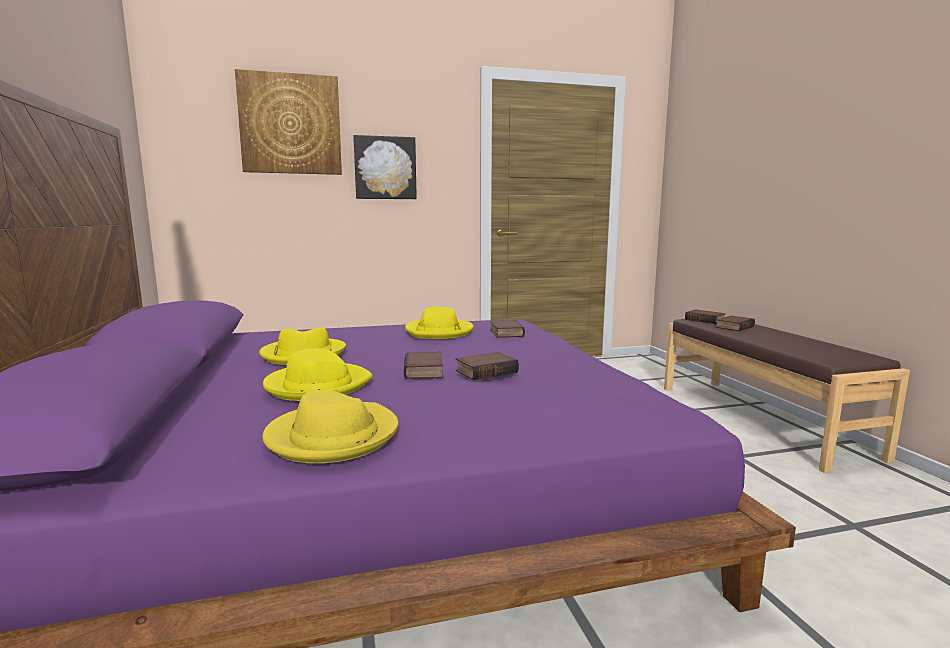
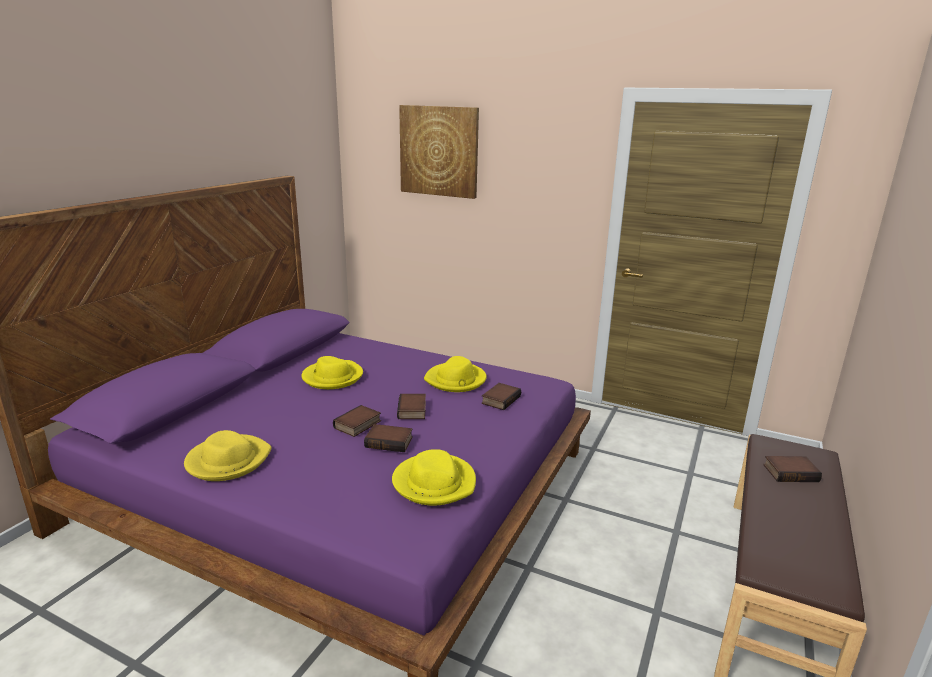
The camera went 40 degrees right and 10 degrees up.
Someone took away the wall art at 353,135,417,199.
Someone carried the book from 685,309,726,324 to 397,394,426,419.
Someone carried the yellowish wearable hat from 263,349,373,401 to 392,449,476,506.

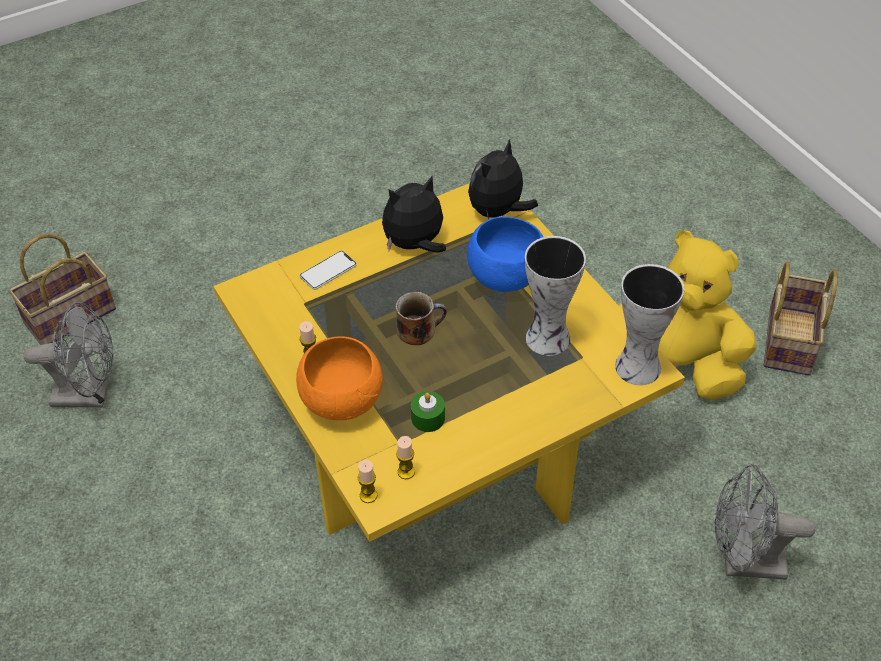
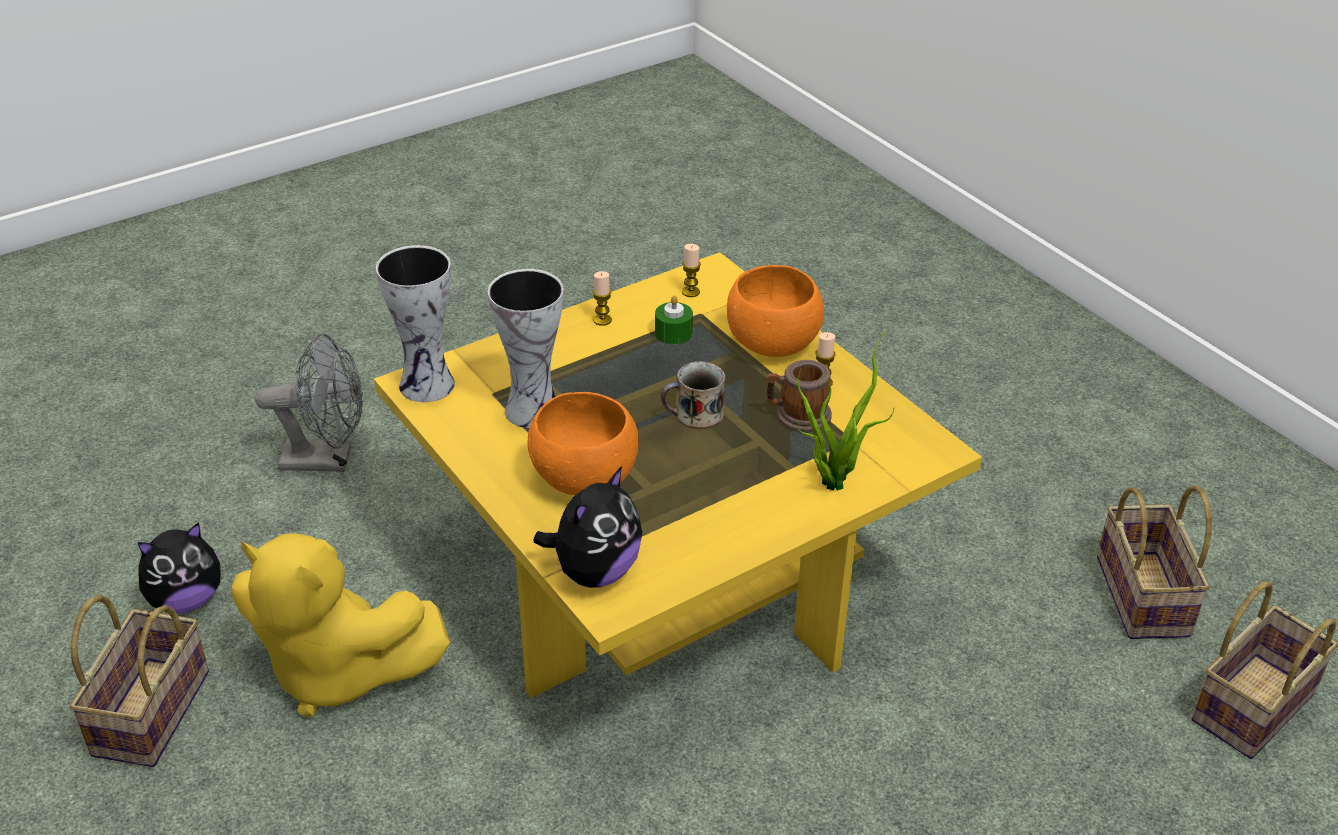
The camera went 175 degrees right and 10 degrees down.
Someone carried the cuddly toy from 382,176,446,253 to 138,522,221,614.
Someone repainted the bluish deep dish at 467,216,543,292, which became the orange deep dish at 527,392,639,495.
Someone swapped the phone at 300,251,357,290 for the houseplant at 798,329,894,491.
Someone swapped the gray cooling fan at 23,302,113,407 for the household basket at 1097,485,1212,639.
Someone carried the wax candle from 357,460,377,503 to 592,271,612,326.
Someone put down the coffee mug at 765,360,832,433.

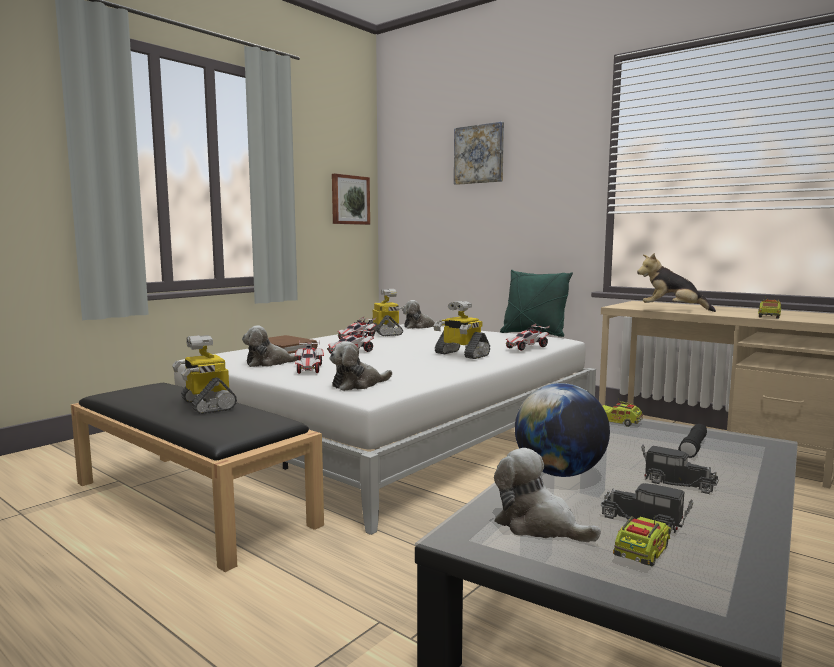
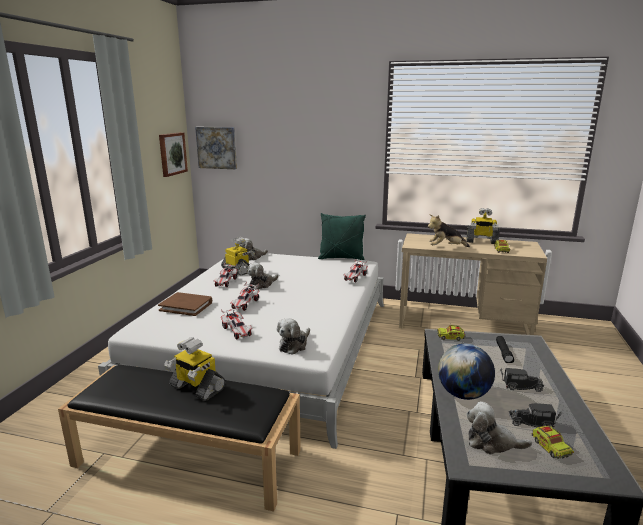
The camera went 25 degrees left and 10 degrees up.
Someone carried the wall art from 454,122,504,185 to 195,127,237,169.
Someone carried the robot figure from 433,301,490,359 to 466,208,499,244.
Someone carried the cuddly toy from 242,326,297,367 to 248,263,279,289.
Someone rotated the toy lorry at 613,515,671,566 by 150 degrees clockwise.

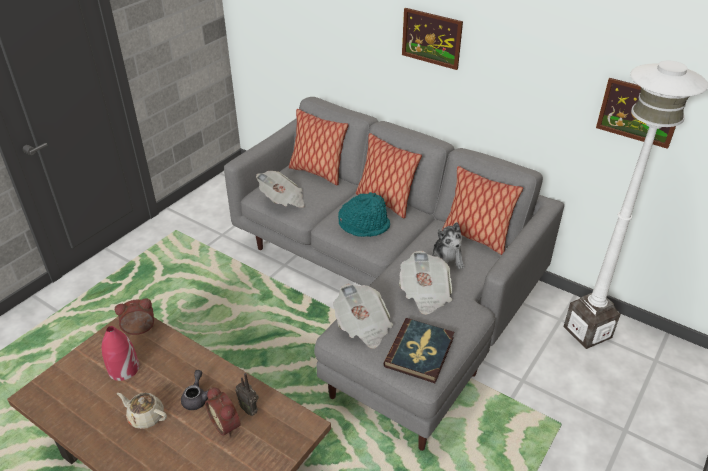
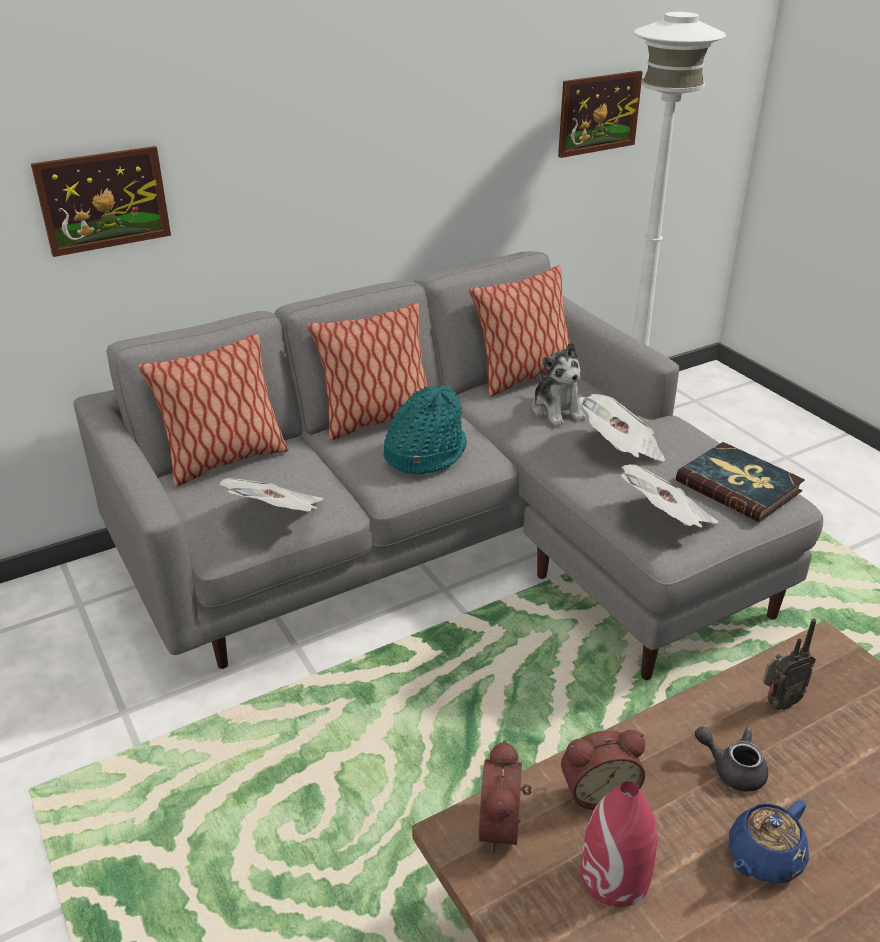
The camera went 65 degrees left and 5 degrees down.
Someone carried the wall art from 402,8,463,70 to 31,146,171,257.
Someone rotated the cuddly toy at 432,222,465,269 by 60 degrees clockwise.
Someone carried the bedside clock from 205,387,241,437 to 561,730,645,810.
Someone repainted the beige-coloured pot for tea at 117,393,167,429, which became the bluish pot for tea at 729,800,809,884.

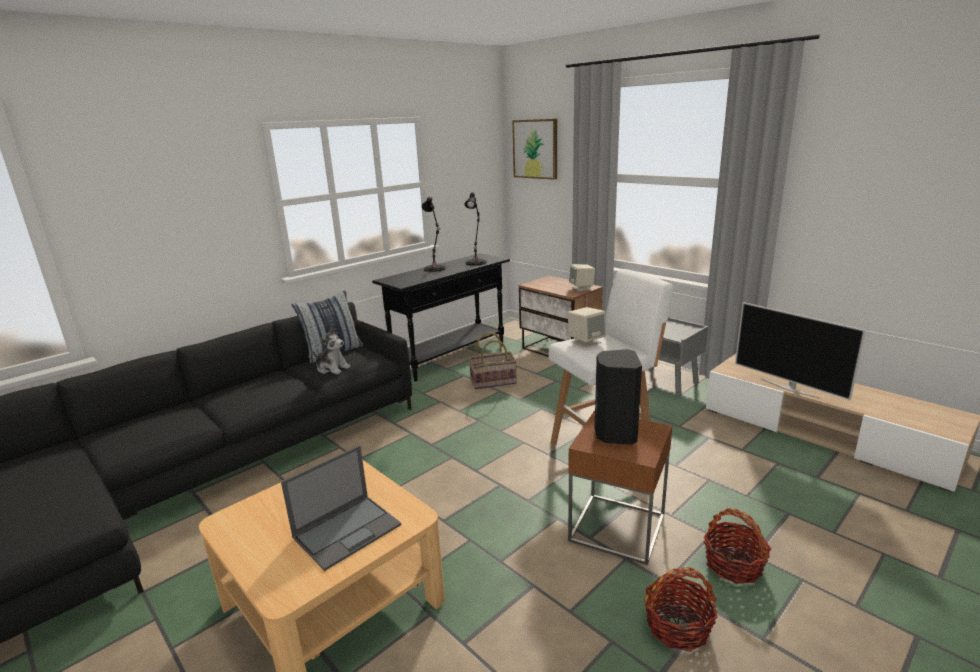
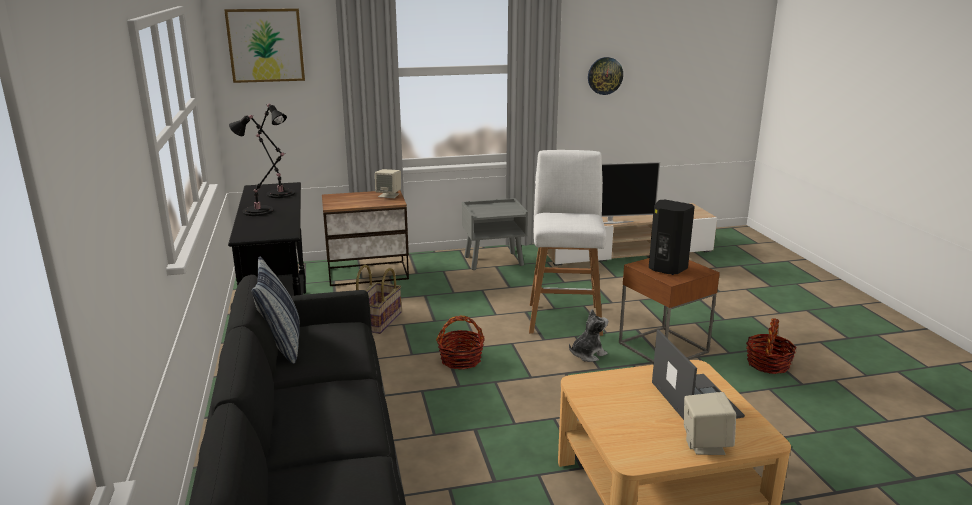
The camera went 60 degrees left and 0 degrees up.
Someone carried the beige-coloured loudspeaker from 568,307,606,348 to 684,392,736,455.
Someone carried the cuddly toy from 312,327,351,374 to 569,309,608,362.
Someone carried the household basket from 704,508,771,584 to 436,316,485,370.
Someone put up the clock on the wall at 588,57,623,95.

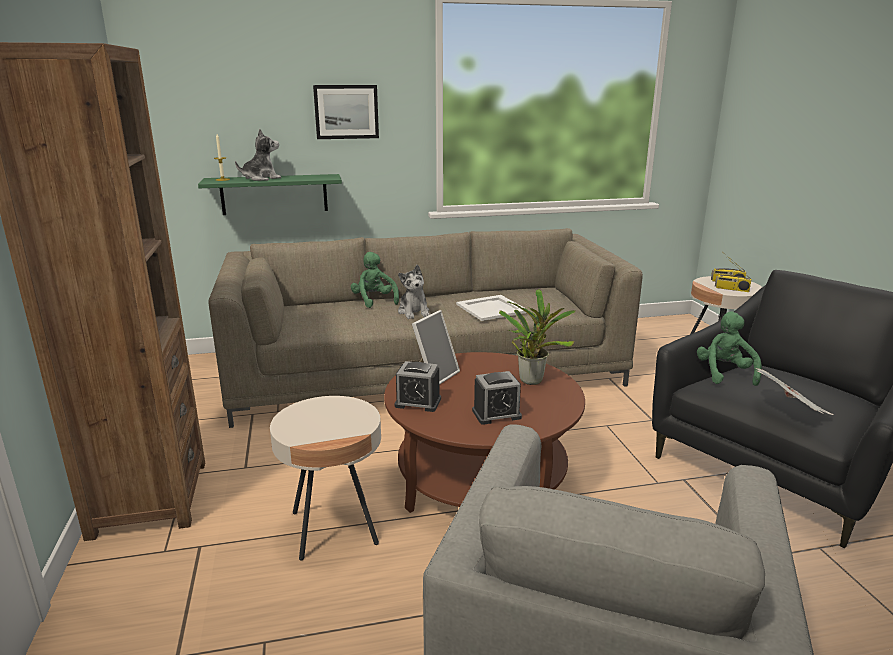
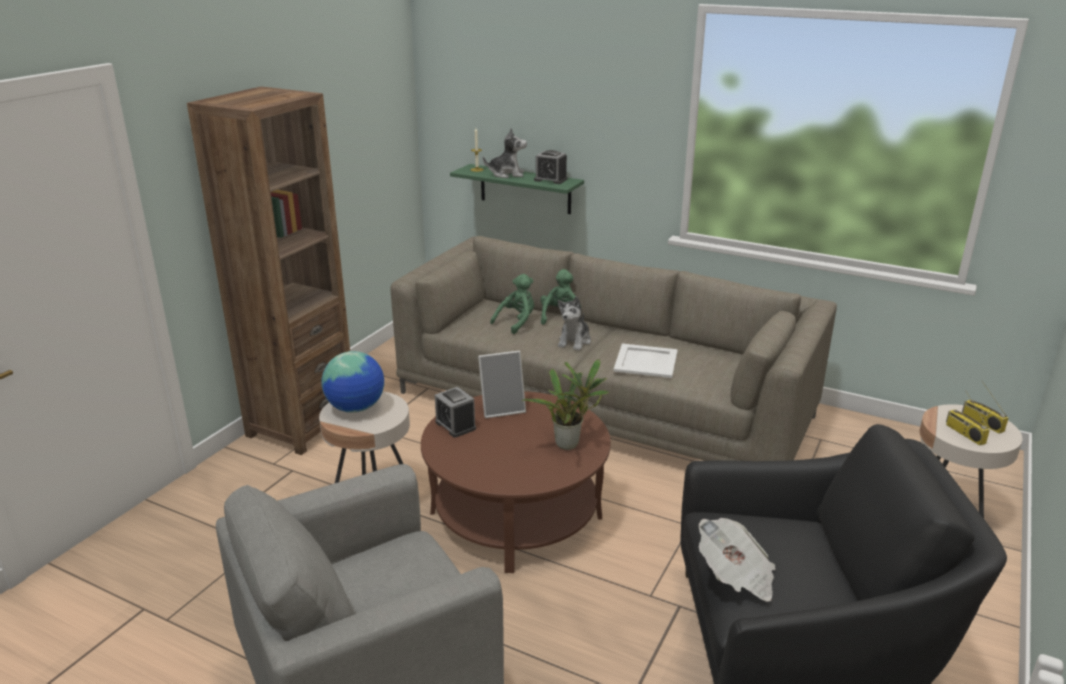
The camera went 40 degrees right and 5 degrees up.
Someone took away the wall art at 313,85,379,139.
Someone carried the greenish cuddly toy from 697,311,762,386 to 490,274,534,334.
Someone carried the bedside clock from 472,371,522,425 to 534,150,568,184.
Someone put down the world globe at 322,351,384,413.

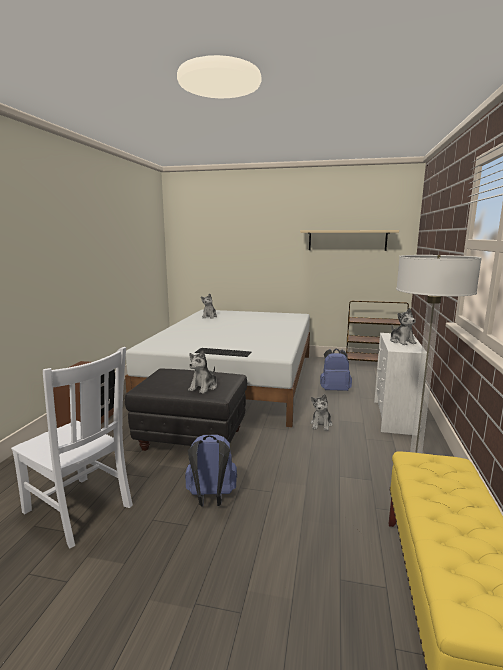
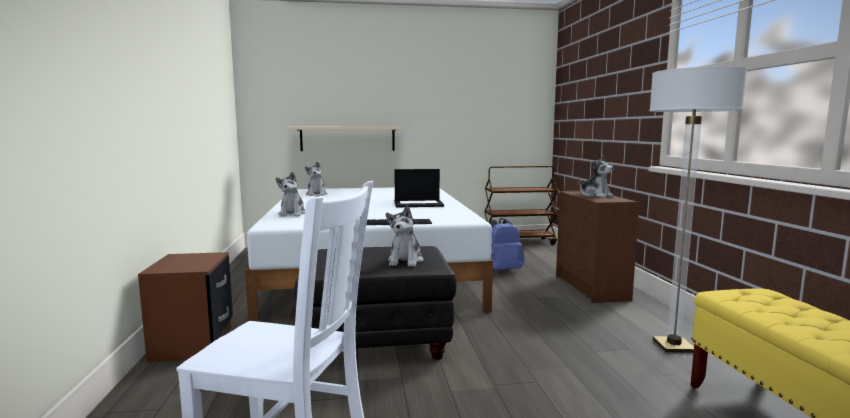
The camera went 20 degrees left and 5 degrees down.
Someone carried the beige-coloured bracket shelf from 300,230,399,251 to 286,127,406,151.
Someone repainted the white chest of drawers at 374,333,422,435, which became the brown chest of drawers at 556,191,639,303.
Someone carried the cuddly toy from 311,394,333,431 to 276,172,305,217.
Someone took away the bluish rucksack at 185,435,237,506.
Someone put down the laptop at 394,169,444,207.

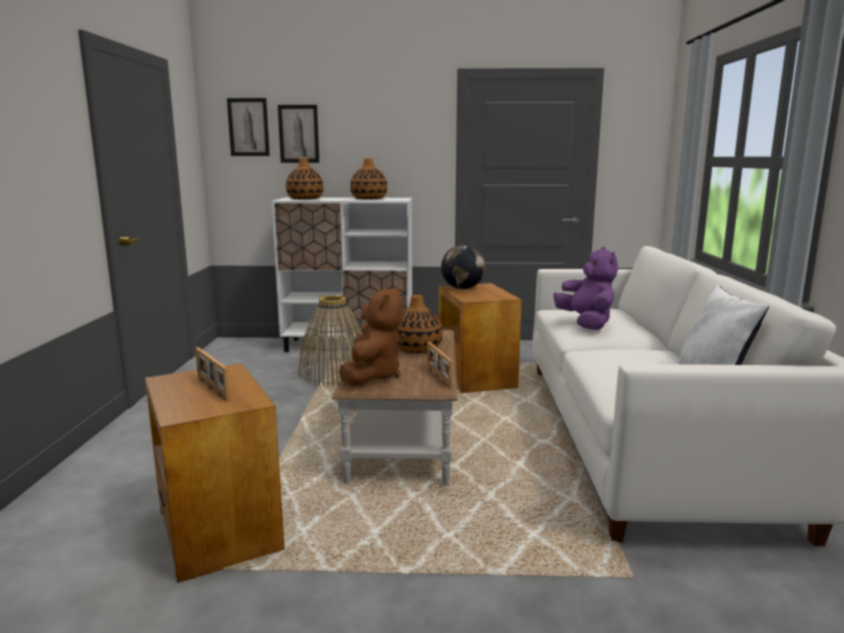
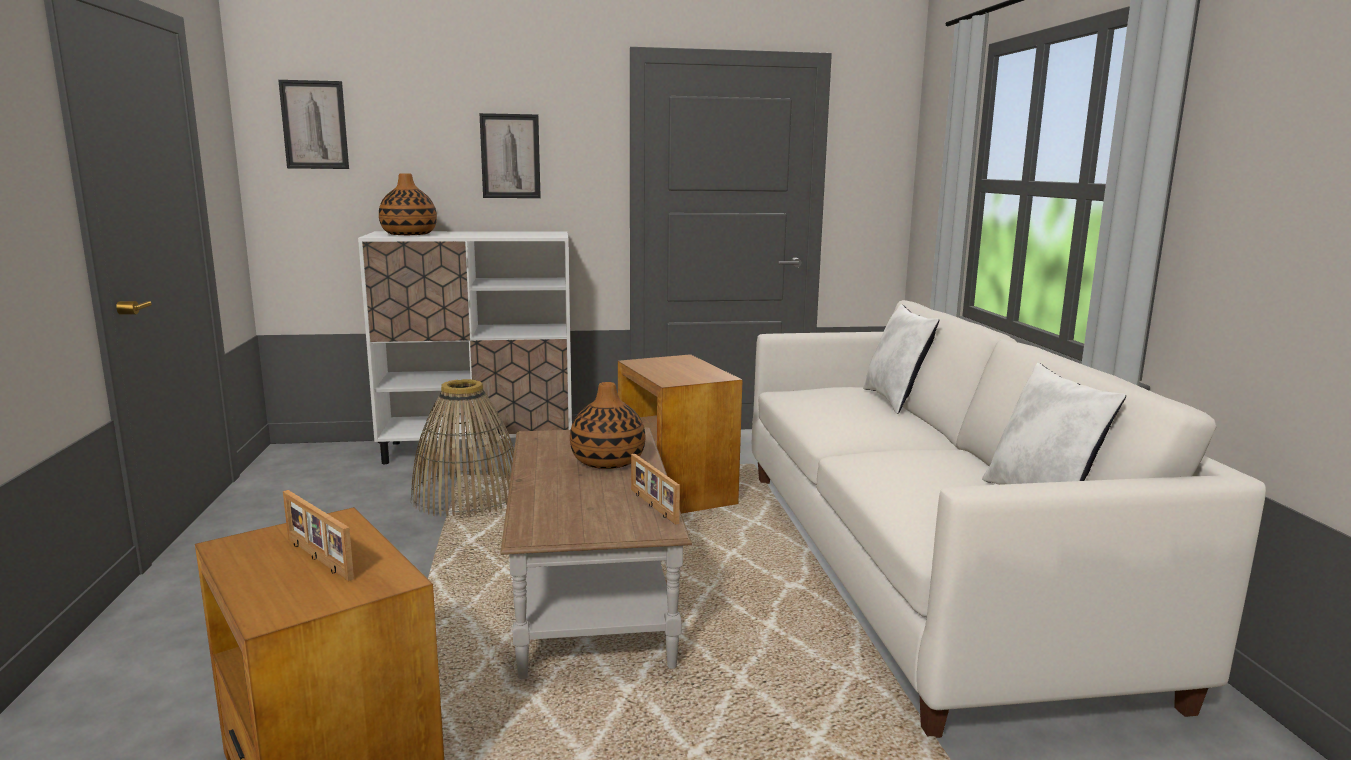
The camera went 10 degrees left and 0 degrees up.
Someone carried the wall art from 278,105,319,163 to 479,113,541,198.
Someone took away the vase at 350,158,387,200.
Someone took away the world globe at 441,245,485,289.
Someone took away the purplish cuddly toy at 554,247,618,330.
Someone took away the brown cuddly toy at 339,286,403,386.
Someone put down the white pillow at 863,304,939,414.

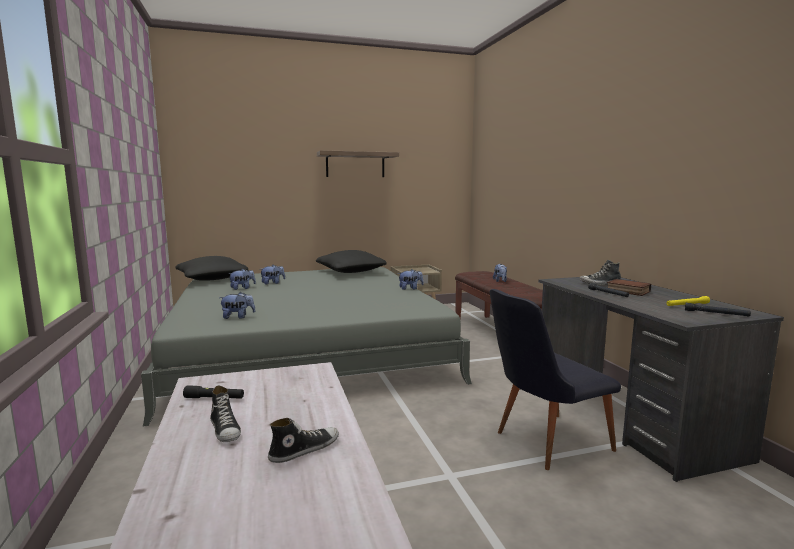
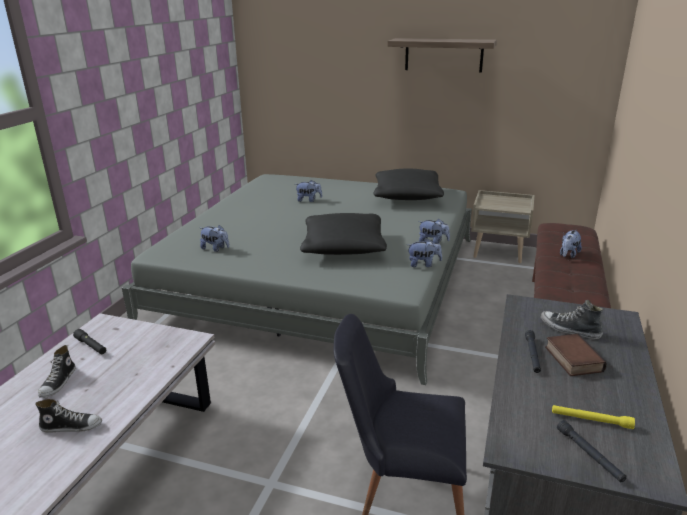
The camera went 35 degrees right and 15 degrees up.
Someone carried the black pillow from 175,256,248,281 to 300,213,387,255.
Someone carried the cuddly toy from 228,269,256,290 to 408,238,442,267.

